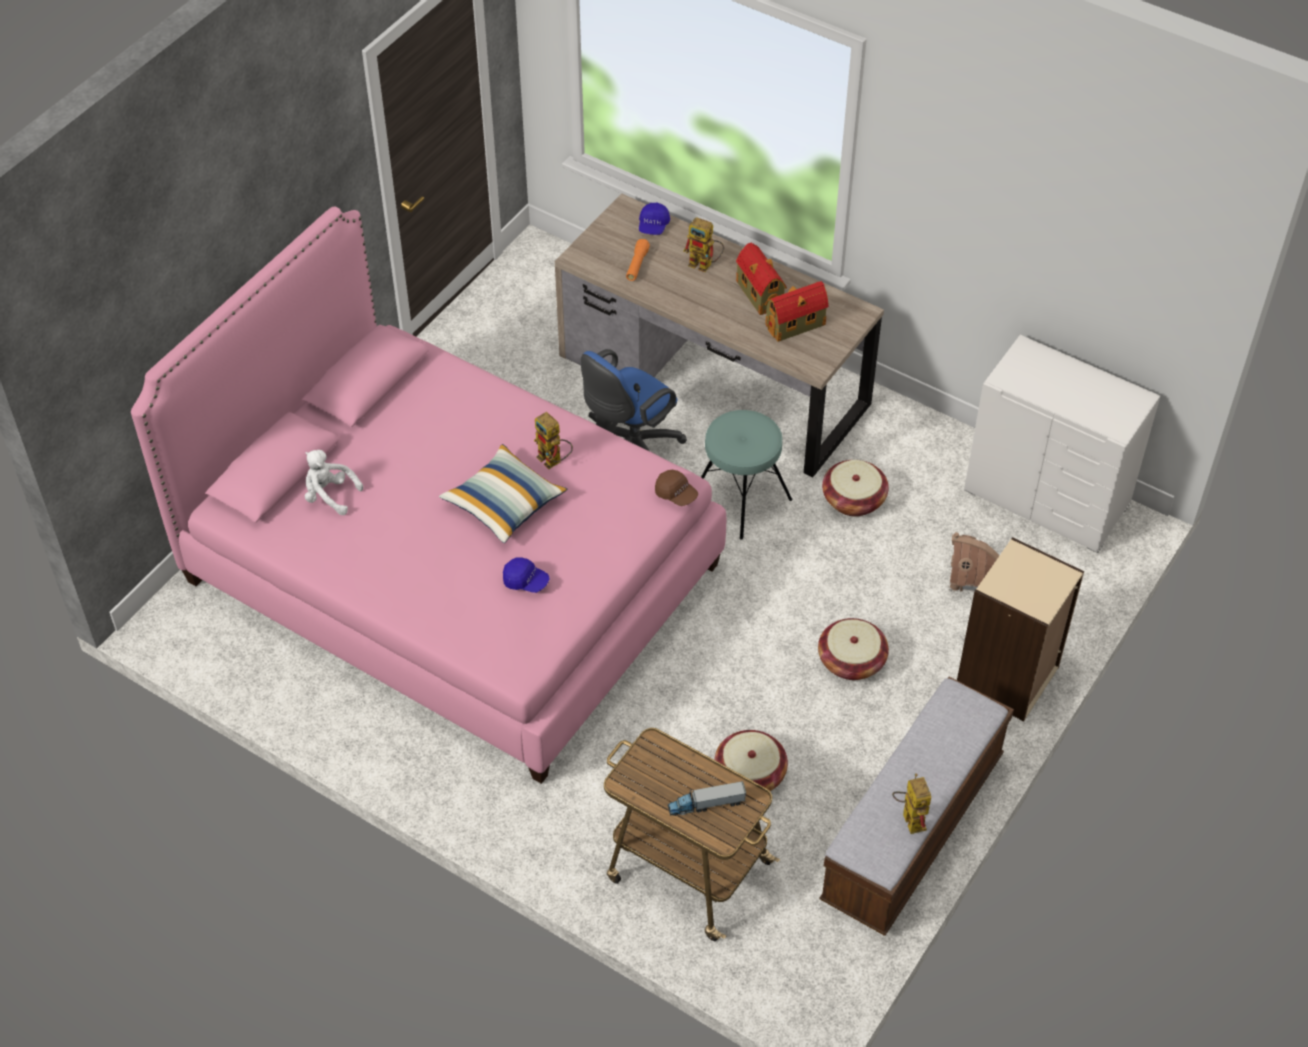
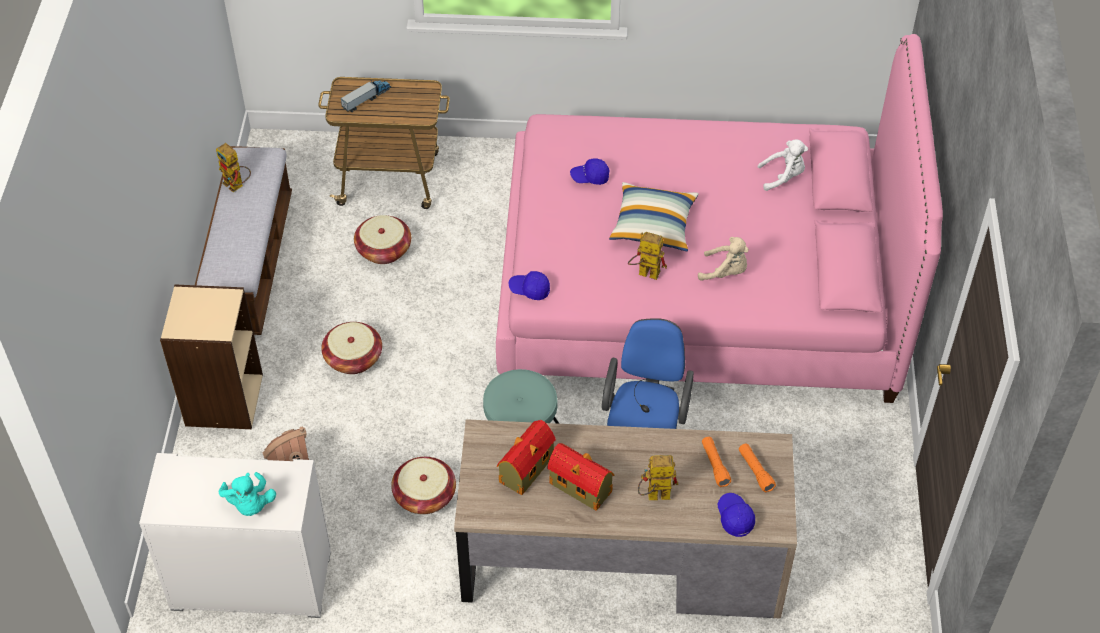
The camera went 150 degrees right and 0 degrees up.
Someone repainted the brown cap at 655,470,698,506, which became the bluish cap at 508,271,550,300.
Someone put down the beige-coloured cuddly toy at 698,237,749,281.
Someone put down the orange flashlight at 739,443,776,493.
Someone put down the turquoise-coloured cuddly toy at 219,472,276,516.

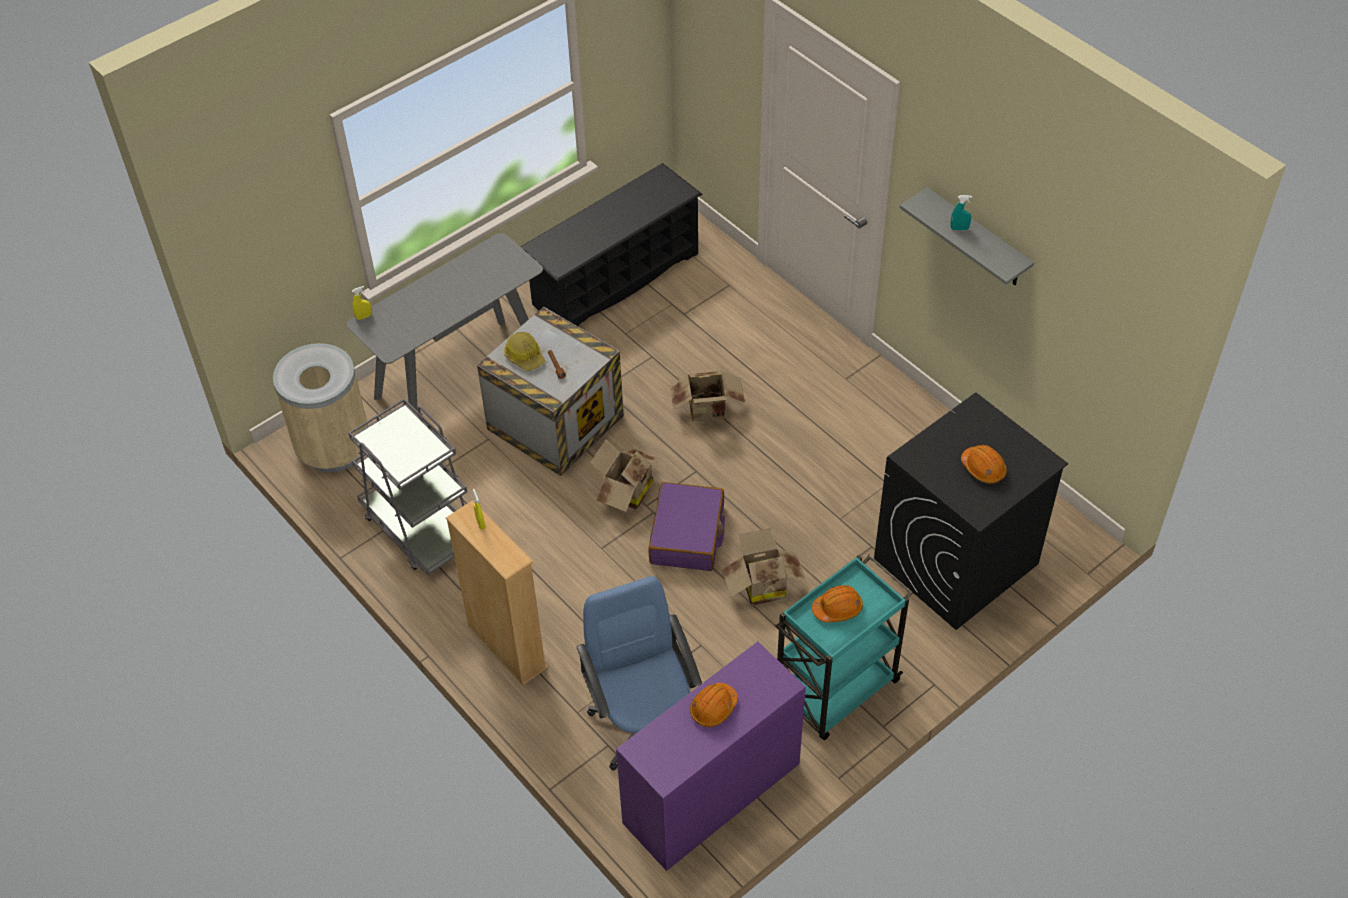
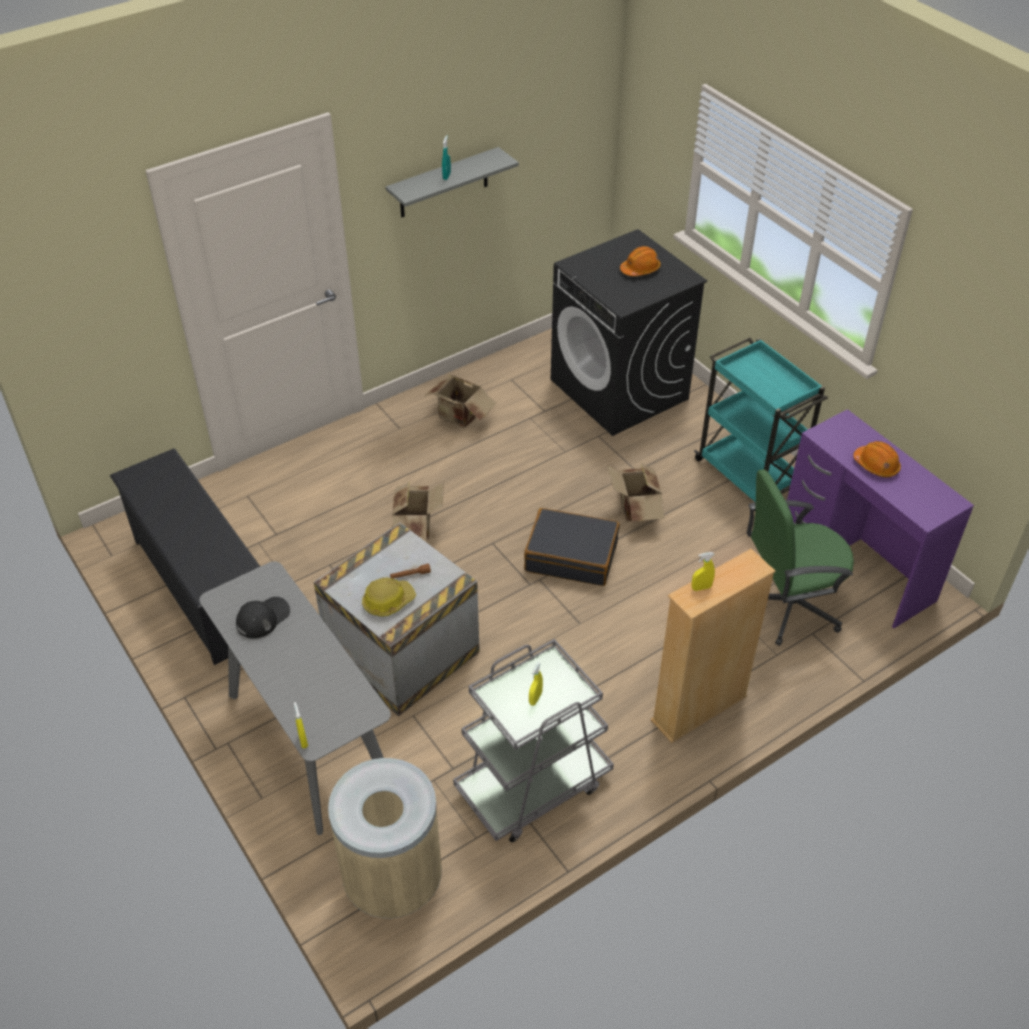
The camera went 85 degrees left and 5 degrees down.
Someone carried the packing box from 590,439,660,512 to 425,375,496,428.
Someone repainted the purplish piece of luggage at 649,482,725,571, which became the black piece of luggage at 524,508,620,586.
Someone repainted the bluish office chair at 577,576,702,771, which became the greenish office chair at 747,469,854,646.
Someone took away the orange work helmet at 812,585,863,623.
Someone put down the black cap at 236,597,290,638.
Someone put down the yellowish spray bottle at 529,662,543,706.

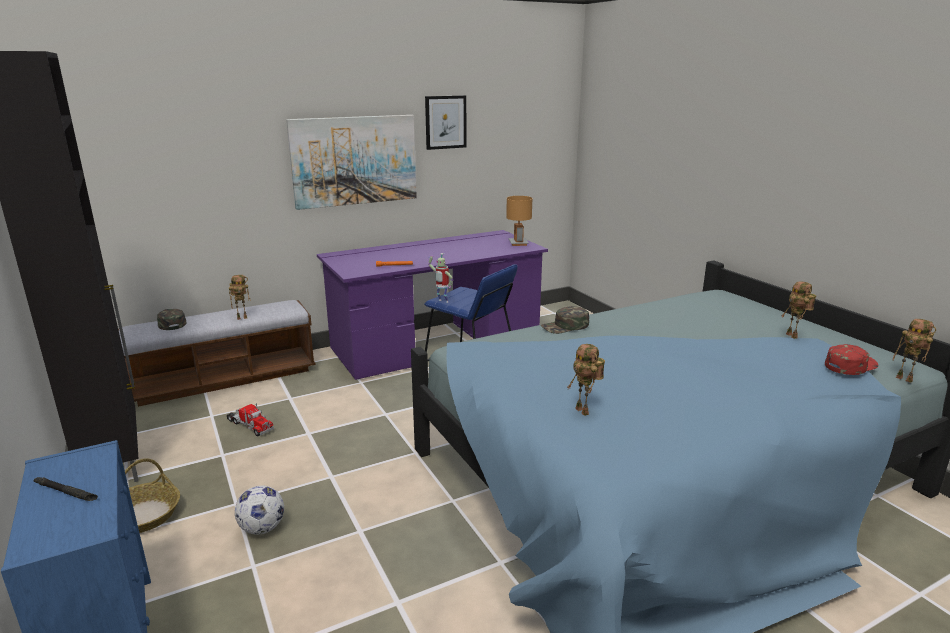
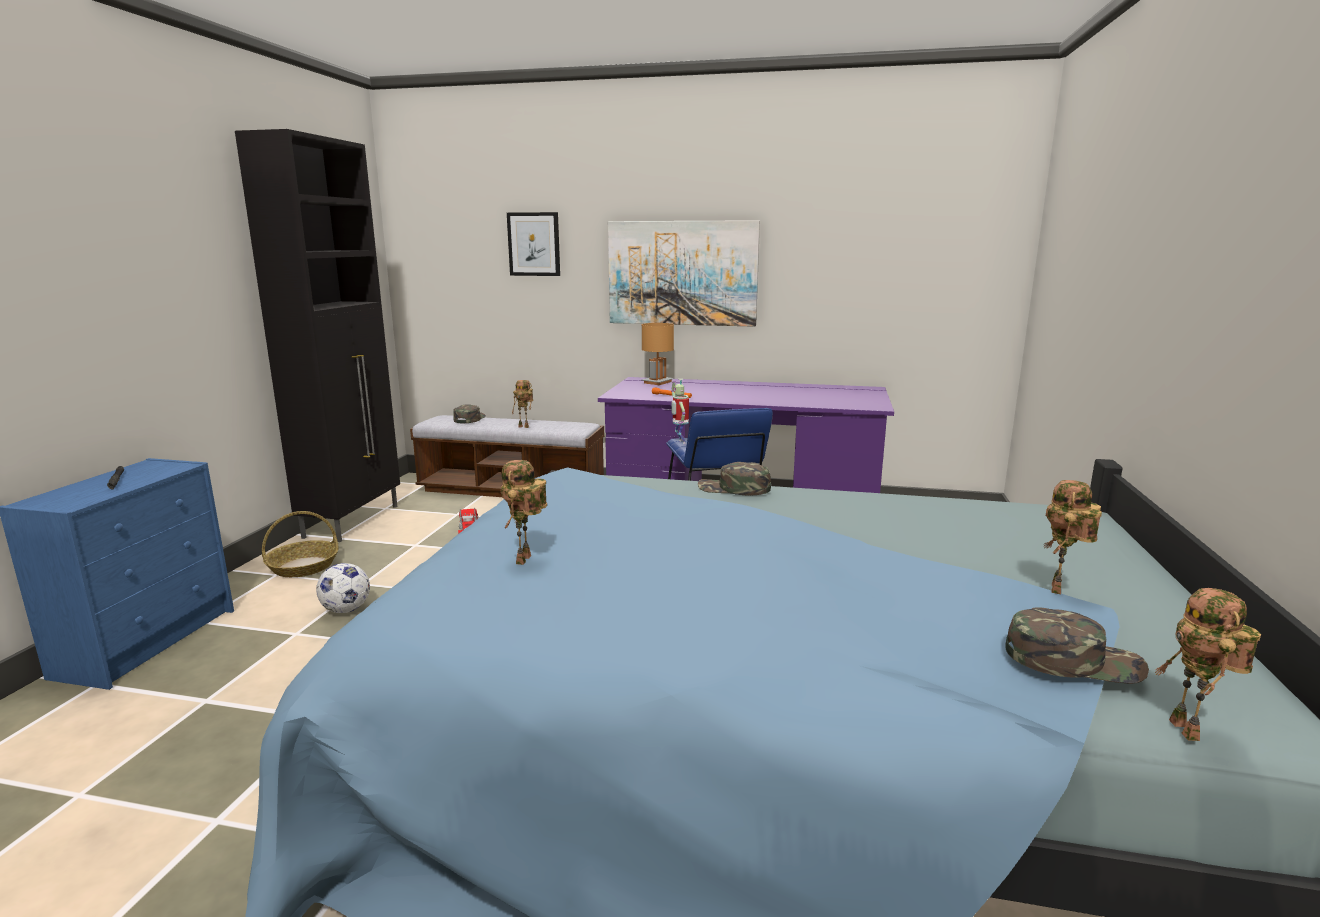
The camera went 40 degrees right and 5 degrees down.
Someone carried the wall art from 425,95,467,150 to 507,212,560,276.
Someone carried the brown lamp for a table from 506,196,532,246 to 642,323,674,385.
Someone repainted the red cap at 825,344,879,375, which became the greenish cap at 1006,607,1149,684.

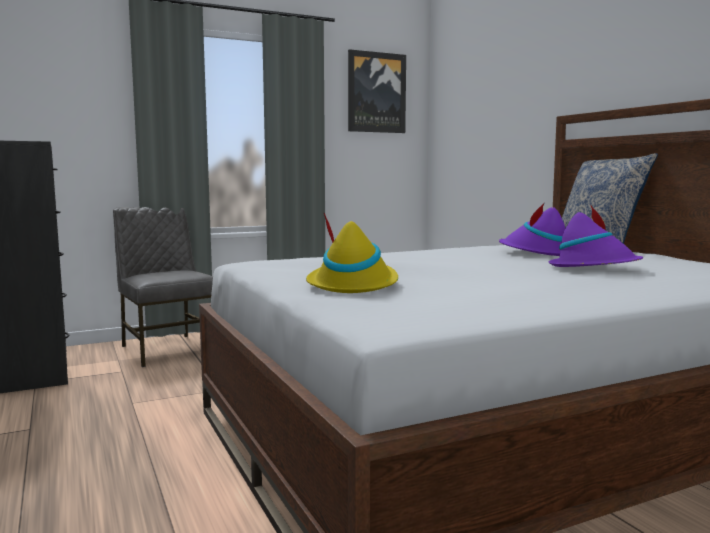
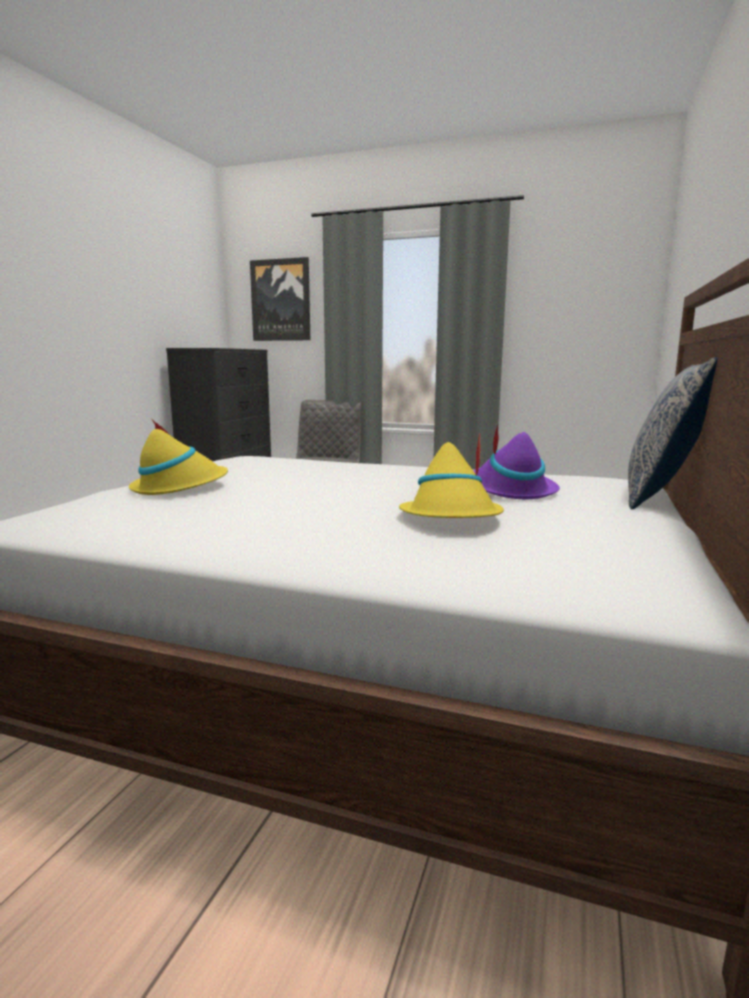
The camera went 45 degrees right and 5 degrees up.
Someone carried the wall art from 348,49,406,133 to 250,257,310,341.
Someone repainted the purplish wearable hat at 549,206,643,267, which became the yellowish wearable hat at 399,433,504,518.

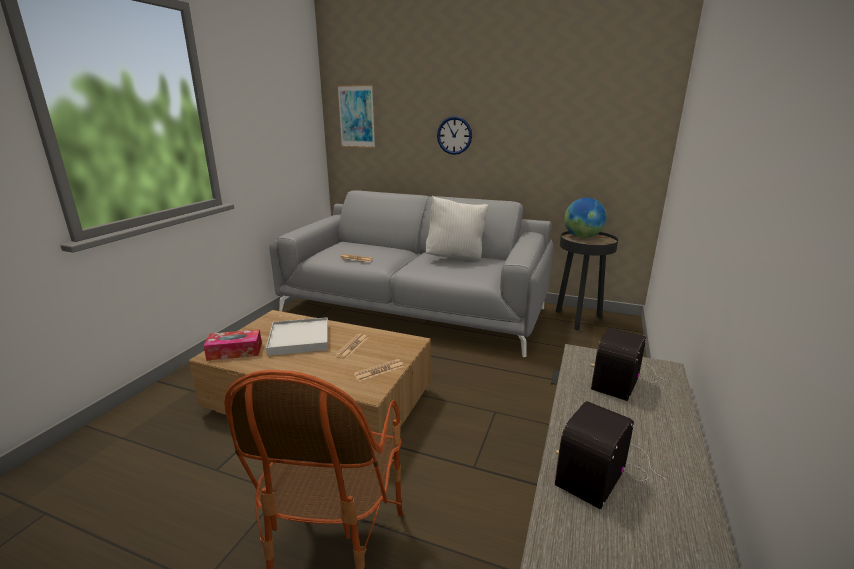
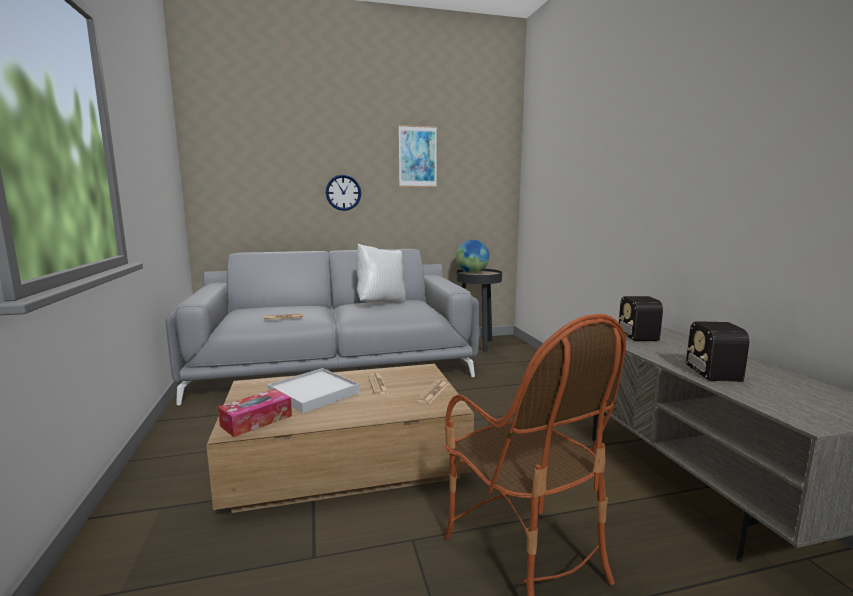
The camera went 35 degrees left and 10 degrees down.
Someone carried the wall art from 337,85,375,148 to 399,125,437,187.

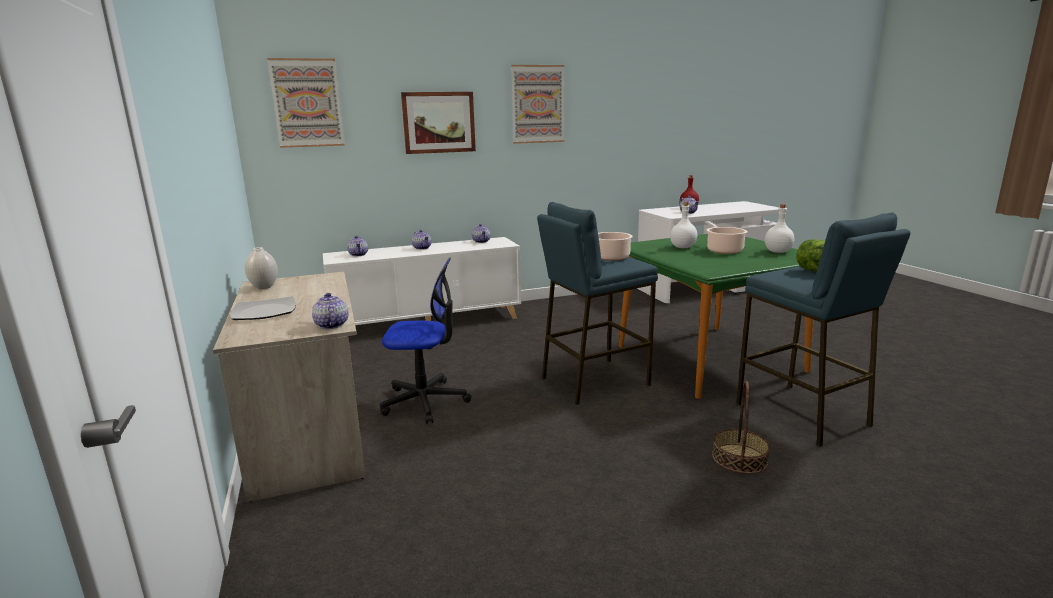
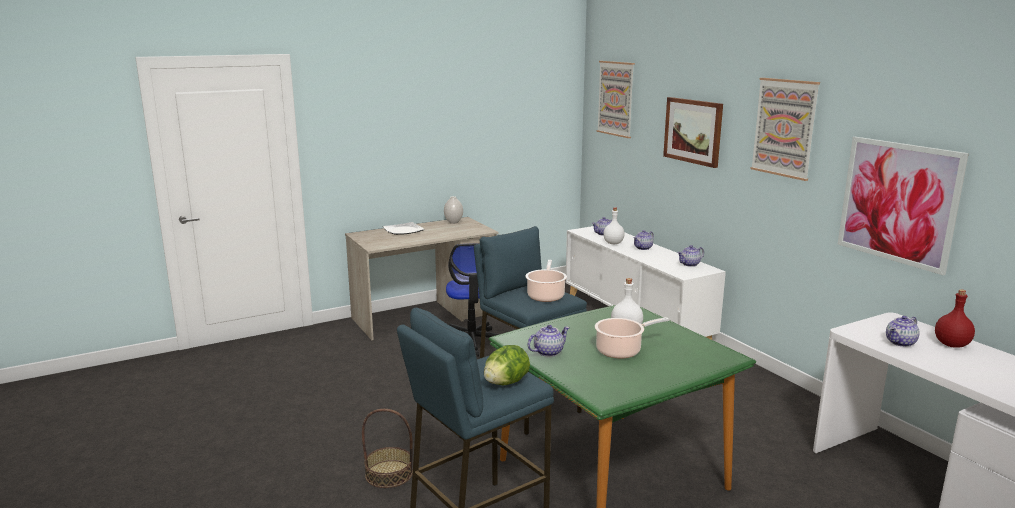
The camera went 80 degrees right and 0 degrees up.
Someone carried the white bottle from 765,204,794,253 to 603,207,625,244.
Someone carried the pot for tea from 312,293,348,329 to 527,325,570,357.
Someone put up the wall art at 838,137,969,275.

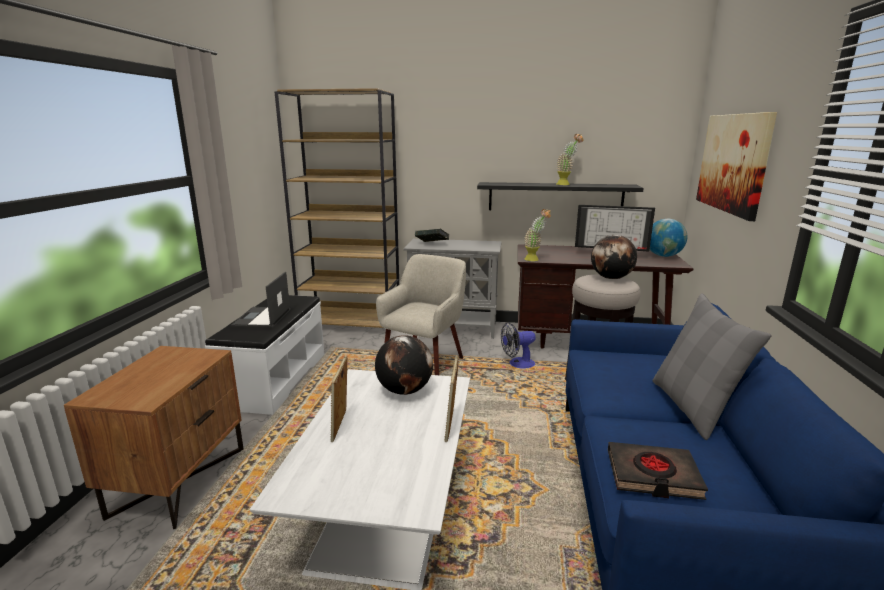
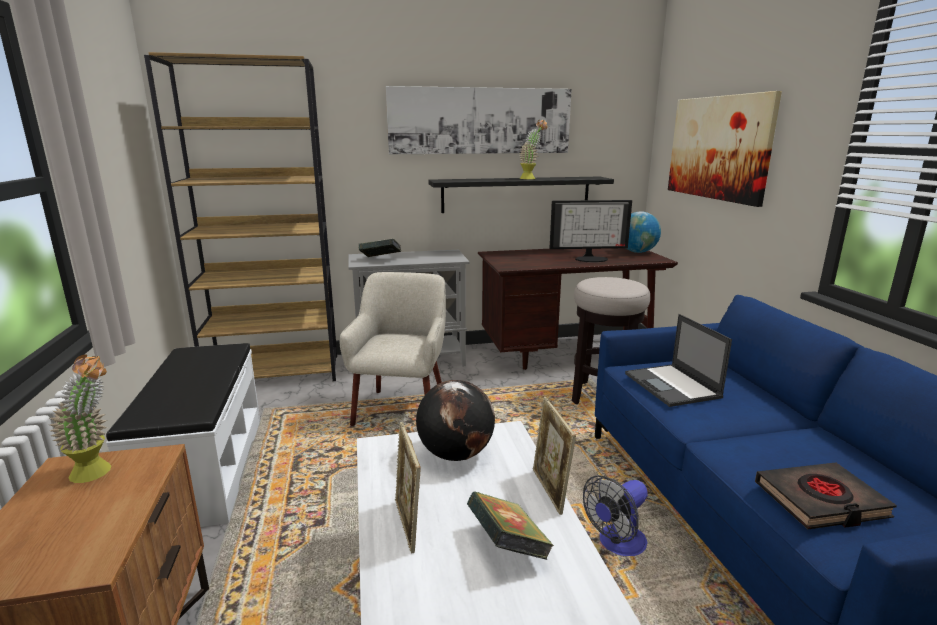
The camera went 20 degrees left and 0 degrees up.
Someone carried the houseplant from 525,209,551,261 to 50,355,111,483.
Someone took away the world globe at 591,235,637,279.
Someone carried the laptop from 231,272,291,328 to 625,314,732,407.
Someone took away the gray pillow at 653,294,771,440.
Someone carried the cooling fan from 501,322,536,369 to 583,475,648,556.
Someone put up the wall art at 386,86,572,154.
Someone put down the book at 467,492,554,560.

